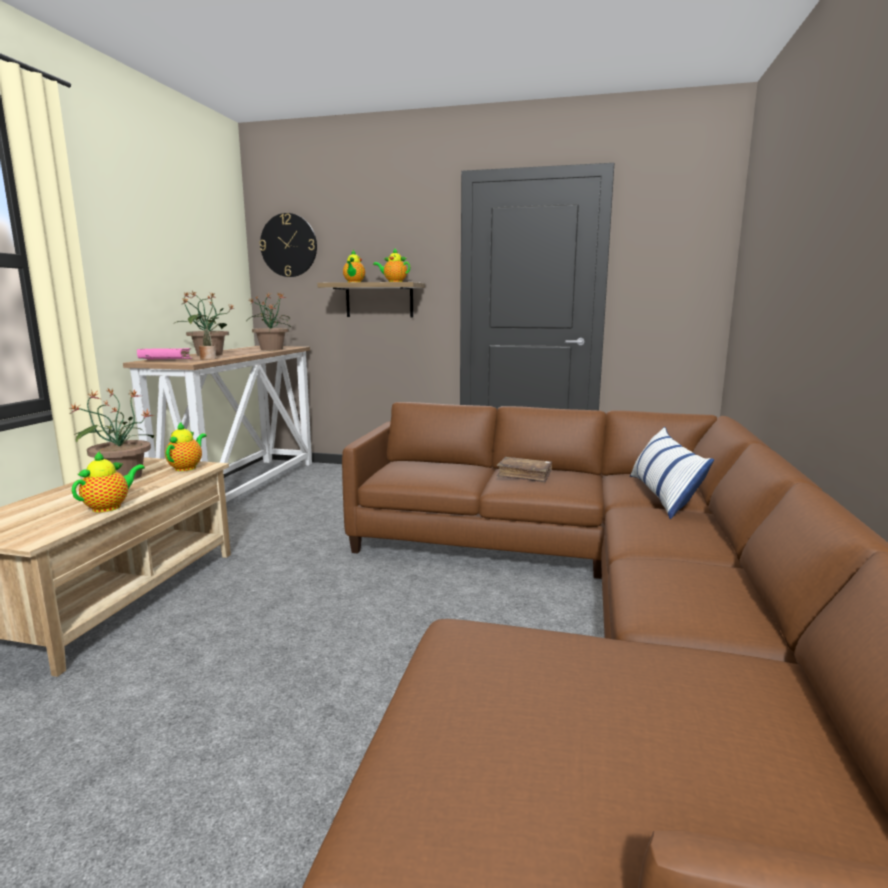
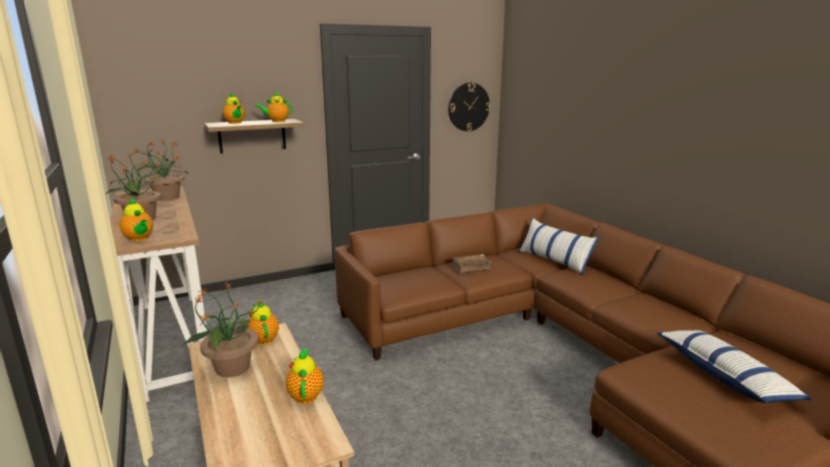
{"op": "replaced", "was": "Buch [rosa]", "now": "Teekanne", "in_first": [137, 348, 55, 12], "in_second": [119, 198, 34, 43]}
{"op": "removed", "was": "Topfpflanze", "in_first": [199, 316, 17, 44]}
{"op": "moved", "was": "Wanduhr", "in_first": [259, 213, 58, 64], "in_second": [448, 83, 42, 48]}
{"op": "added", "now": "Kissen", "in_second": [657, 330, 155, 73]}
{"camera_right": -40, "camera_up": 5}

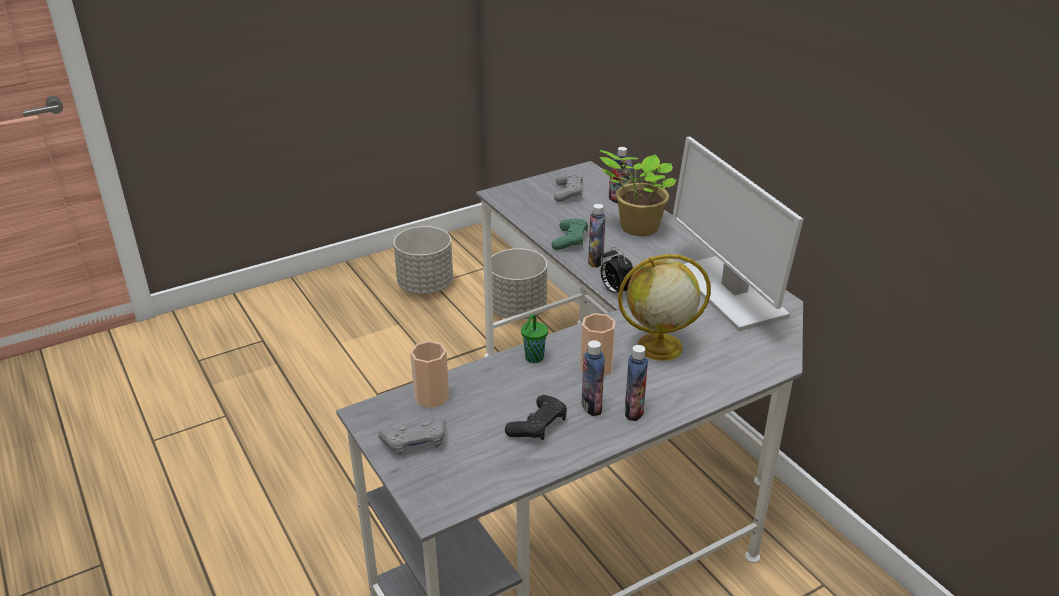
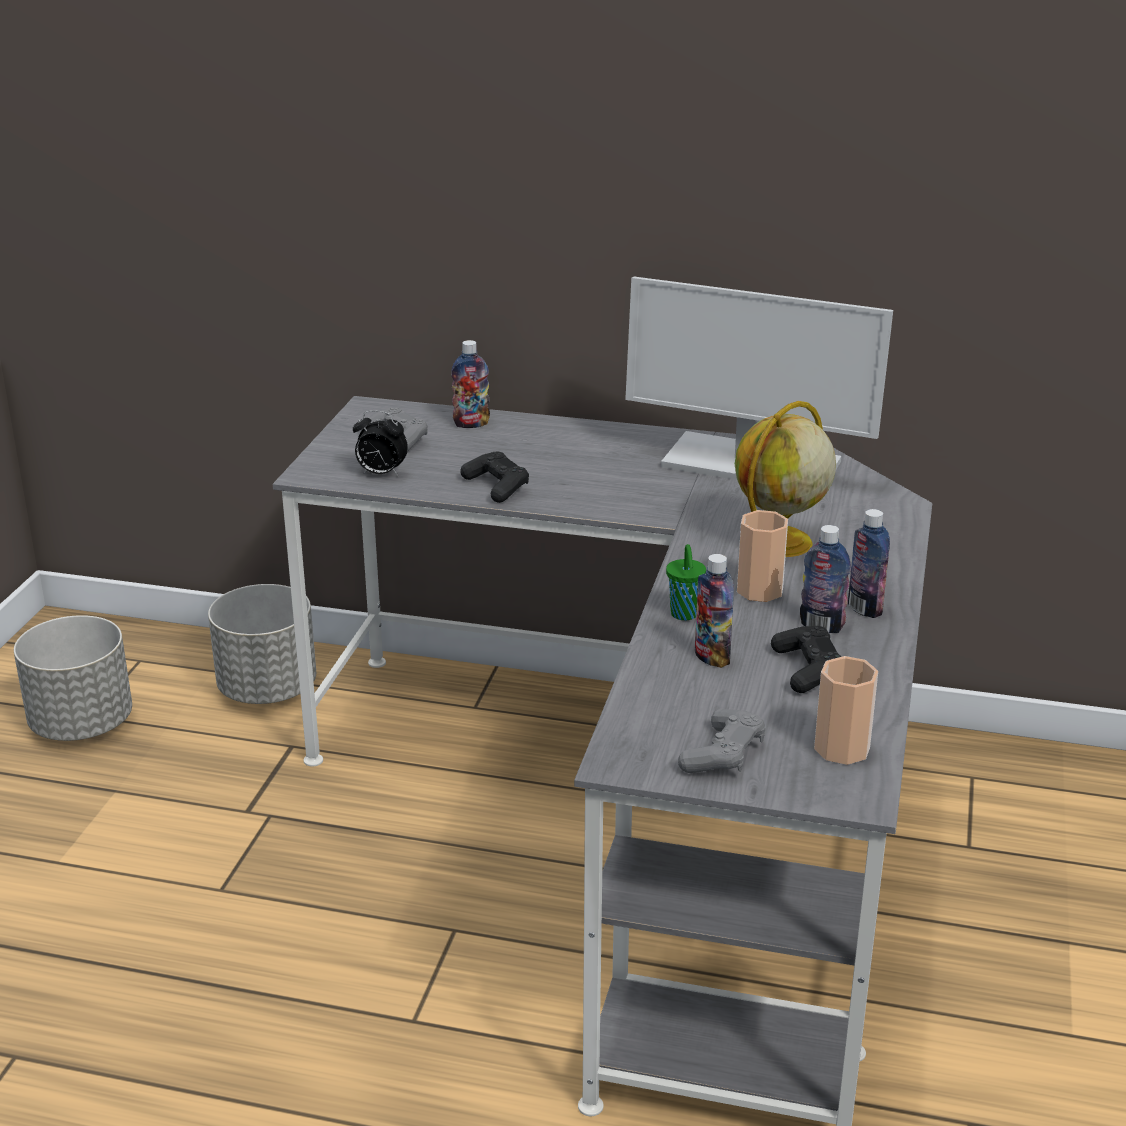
{"op": "moved", "was": "Tasse", "in_first": [410, 341, 39, 67], "in_second": [814, 656, 64, 109]}
{"op": "recoloured", "was": "Gamepad [grün]", "now": "Gamepad [schwarz]", "in_first": [551, 219, 37, 31], "in_second": [460, 452, 69, 51]}
{"op": "moved", "was": "Flasche", "in_first": [588, 204, 18, 64], "in_second": [695, 554, 39, 114]}
{"op": "removed", "was": "Topfpflanze", "in_first": [599, 150, 77, 86]}
{"op": "moved", "was": "Wecker", "in_first": [601, 247, 33, 51], "in_second": [353, 410, 55, 66]}
{"camera_right": -45, "camera_up": -5}

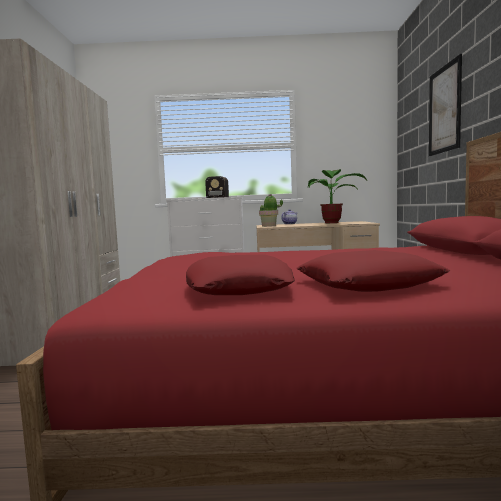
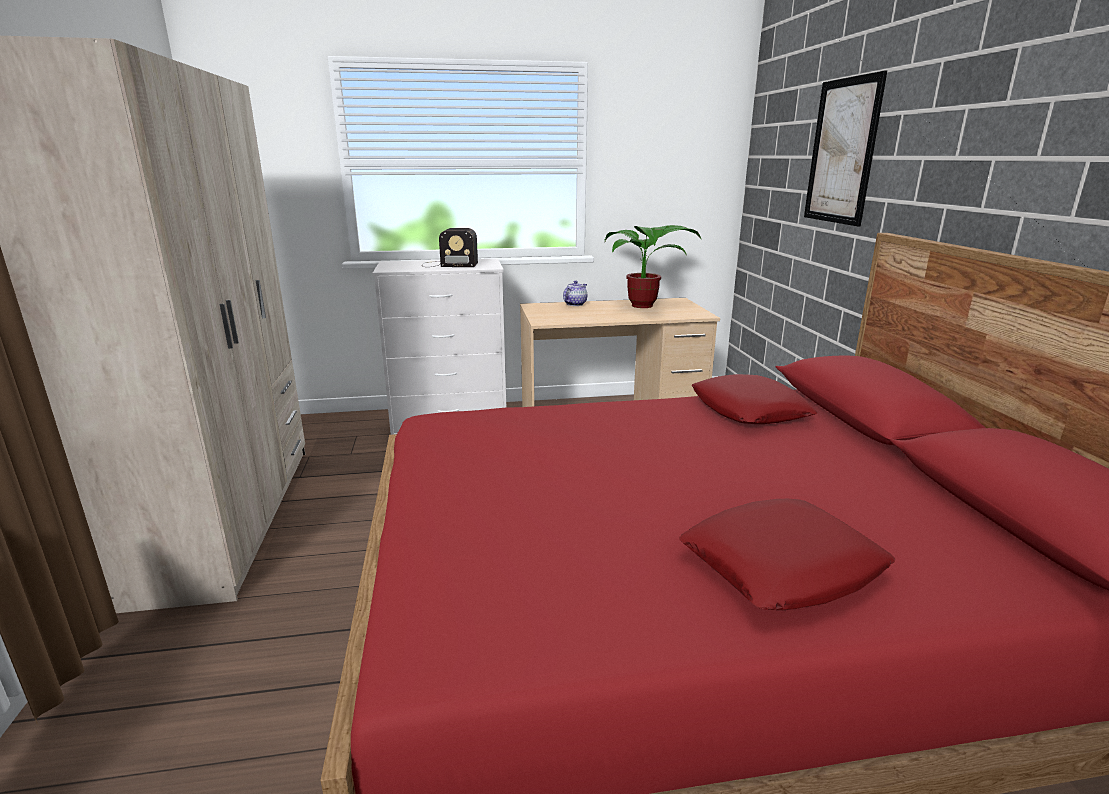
{"op": "moved", "was": "Kissen [rot]", "in_first": [186, 255, 109, 40], "in_second": [692, 374, 125, 50]}
{"op": "removed", "was": "Topfpflanze", "in_first": [259, 194, 24, 33]}
{"camera_right": -10, "camera_up": 15}

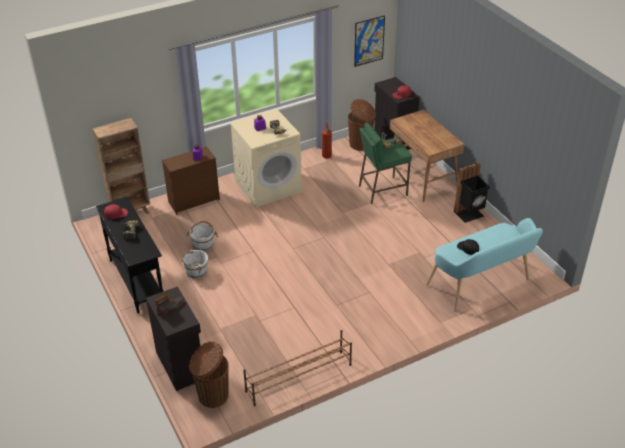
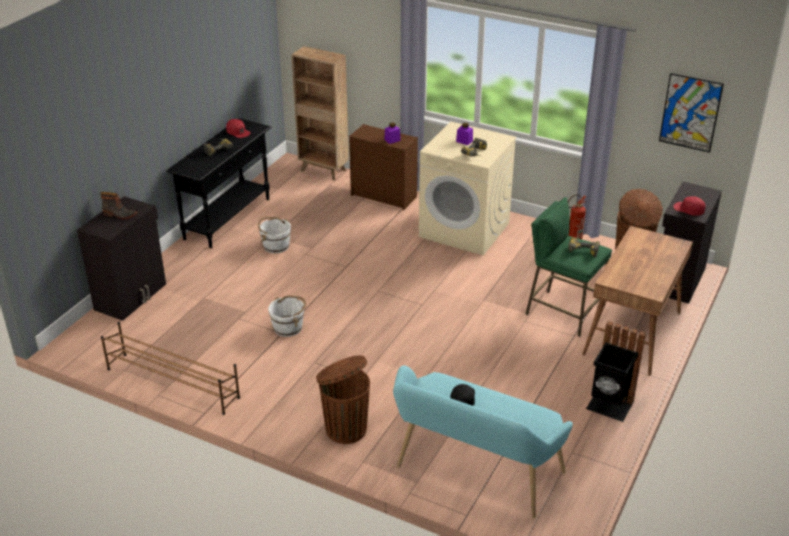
{"op": "moved", "was": "Eimer [weiß]", "in_first": [187, 221, 31, 30], "in_second": [268, 296, 38, 41]}
{"op": "moved", "was": "Mülleimer [braun]", "in_first": [189, 341, 40, 67], "in_second": [316, 355, 54, 89]}
{"camera_right": 55, "camera_up": -5}

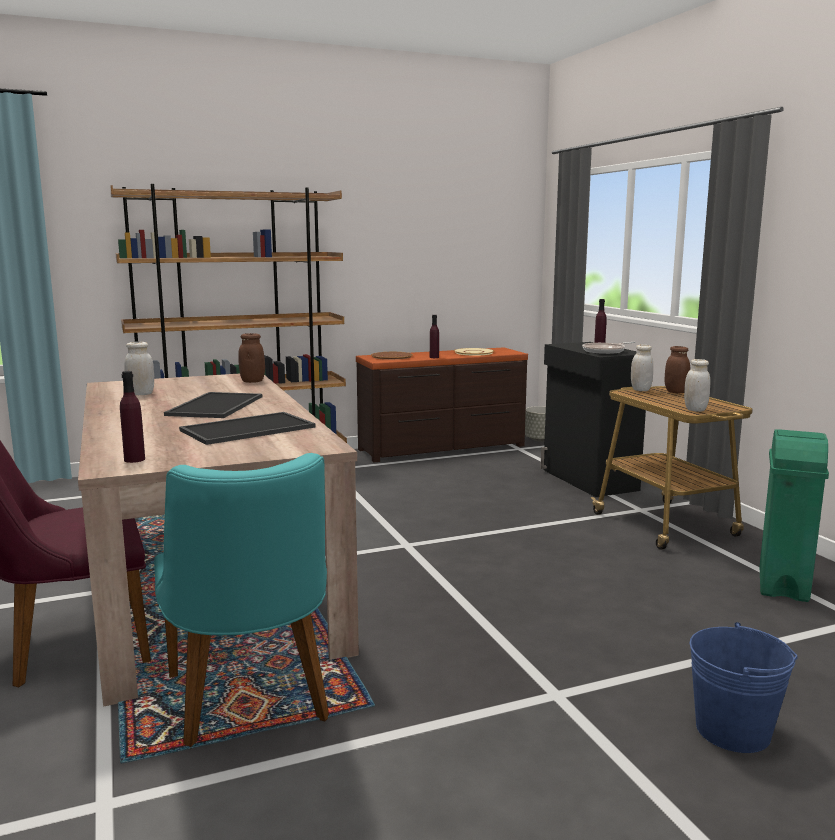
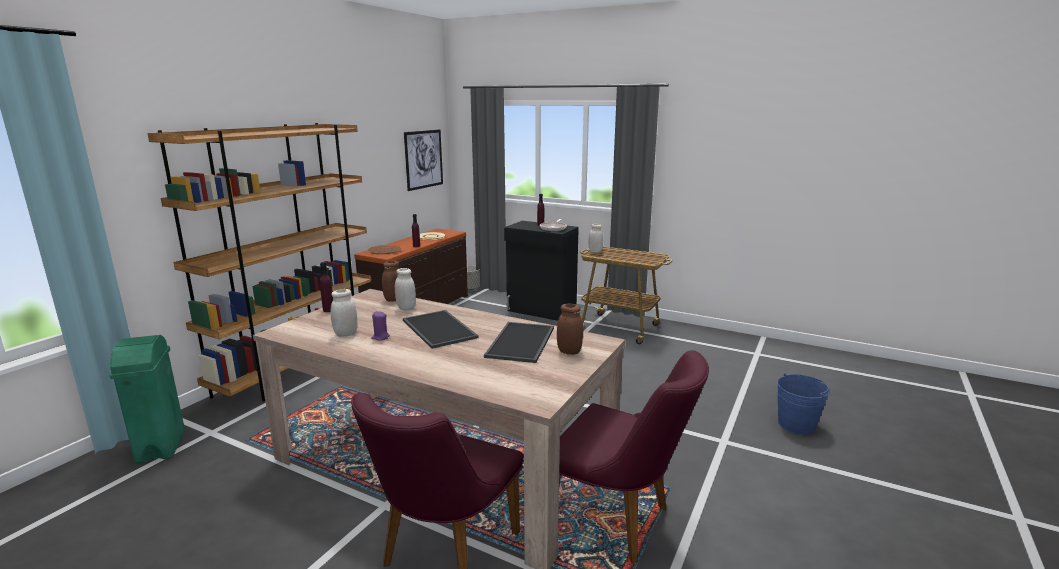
{"op": "moved", "was": "Flasche [lila]", "in_first": [120, 371, 25, 92], "in_second": [320, 262, 13, 50]}
{"op": "recoloured", "was": "Stuhl [türkis]", "now": "Stuhl [lila]", "in_first": [154, 453, 175, 294], "in_second": [559, 351, 150, 212]}
{"op": "moved", "was": "Vorratsglas [braun]", "in_first": [665, 346, 25, 47], "in_second": [557, 303, 26, 52]}
{"op": "moved", "was": "Vorratsglas [weiß]", "in_first": [684, 359, 26, 53], "in_second": [395, 268, 21, 43]}
{"op": "moved", "was": "Mülleimer [grün]", "in_first": [759, 429, 70, 173], "in_second": [109, 335, 76, 129]}
{"op": "added", "now": "Kerze [lila]", "in_second": [371, 311, 19, 29]}
{"op": "added", "now": "Bild", "in_second": [404, 129, 39, 62]}
{"camera_right": -40, "camera_up": 5}

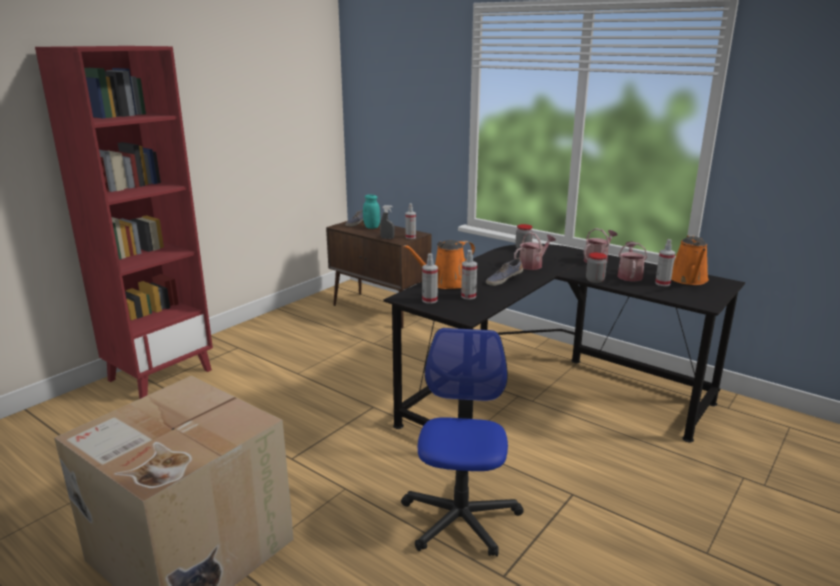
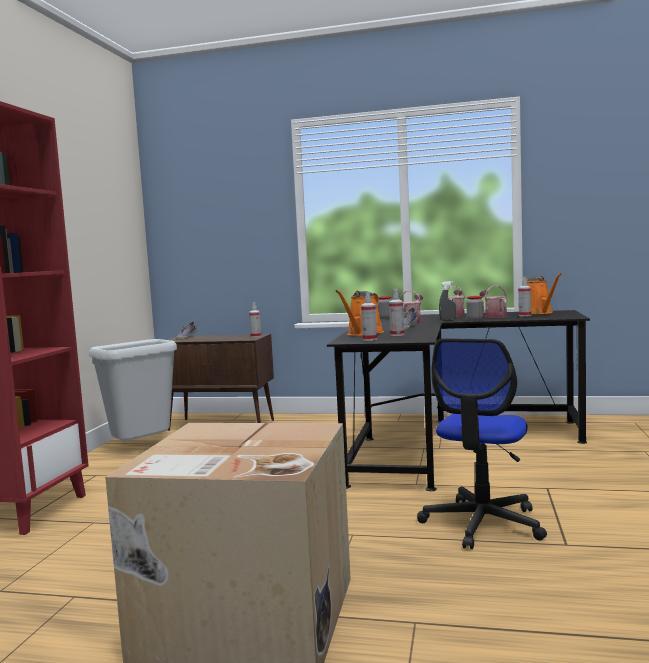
{"op": "removed", "was": "Vorratsglas [türkis]", "in_first": [363, 194, 17, 35]}
{"op": "moved", "was": "Sprühflasche [grau]", "in_first": [380, 205, 15, 34], "in_second": [439, 281, 17, 40]}
{"op": "turned", "was": "Bürostuhl", "in_first": [401, 328, 123, 229], "in_second": [417, 338, 130, 211], "clockwise": -135}
{"op": "added", "now": "Mülleimer [grau]", "in_second": [89, 339, 88, 102]}
{"camera_right": -25, "camera_up": -15}

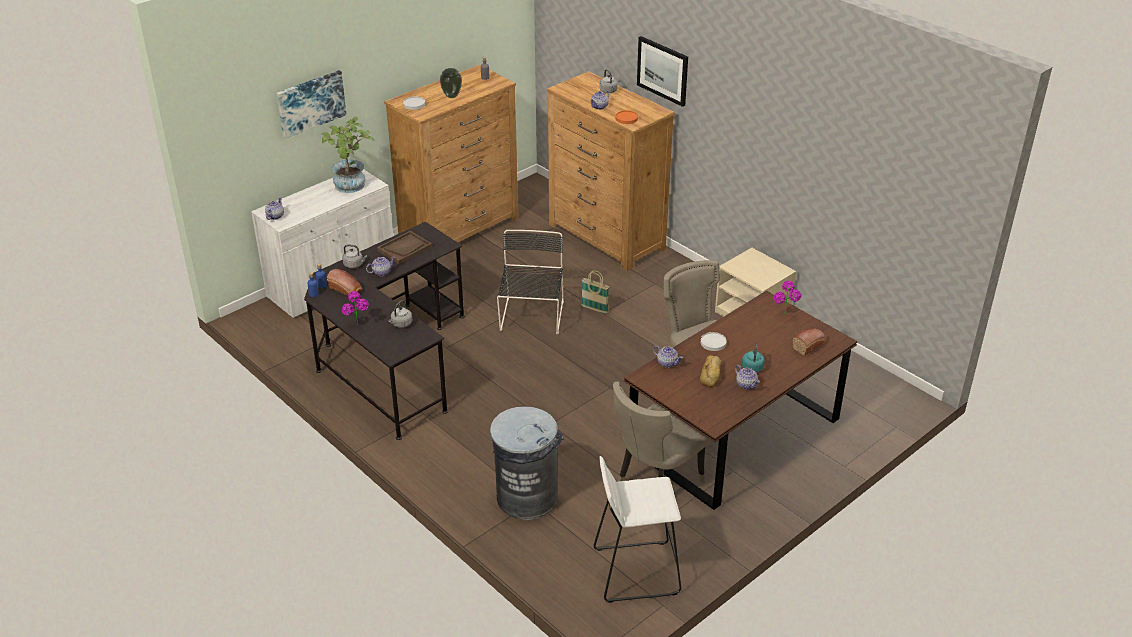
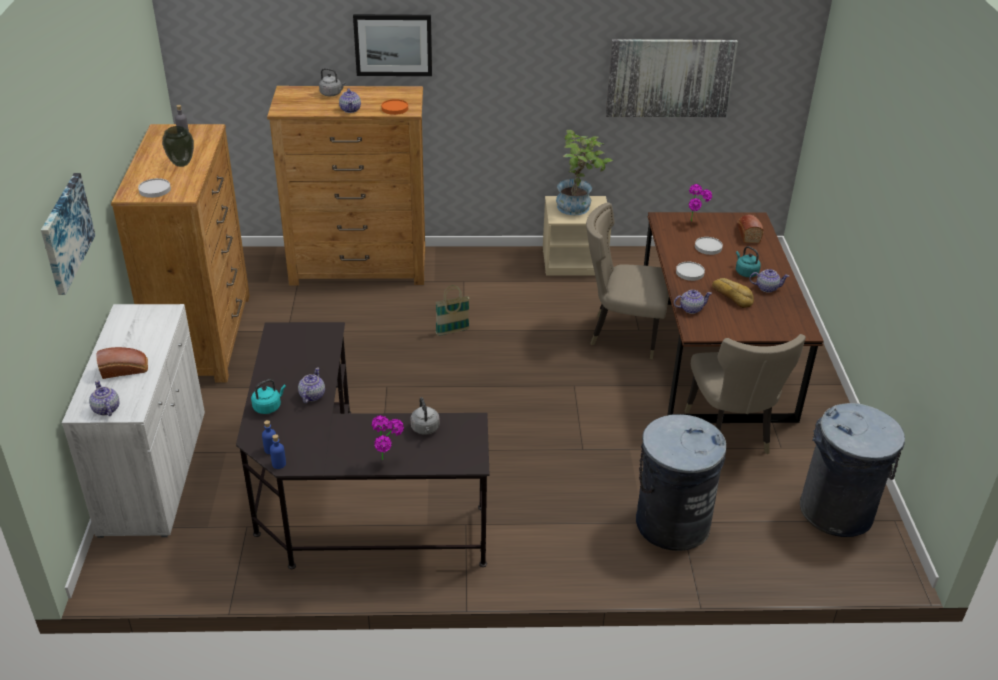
{"op": "moved", "was": "Topfpflanze", "in_first": [321, 116, 54, 77], "in_second": [556, 130, 57, 85]}
{"op": "moved", "was": "Brot", "in_first": [327, 269, 35, 27], "in_second": [96, 347, 52, 32]}
{"op": "recoloured", "was": "Wasserkessel [grau]", "now": "Wasserkessel [türkis]", "in_first": [342, 245, 25, 23], "in_second": [251, 379, 35, 35]}
{"op": "removed", "was": "Tablett [braun]", "in_first": [377, 231, 55, 33]}
{"op": "removed", "was": "Stuhl [schwarz]", "in_first": [497, 230, 67, 104]}
{"op": "replaced", "was": "Hocker [weiß]", "now": "Mülleimer [grau]", "in_first": [594, 456, 87, 147], "in_second": [800, 403, 105, 134]}
{"op": "added", "now": "Bild", "in_second": [606, 39, 132, 78]}
{"op": "added", "now": "Teller [weiß]", "in_second": [695, 237, 28, 18]}
{"camera_right": -50, "camera_up": 0}

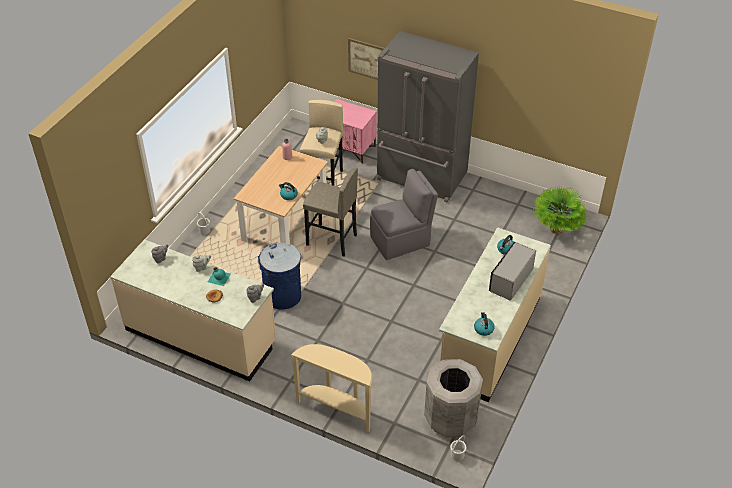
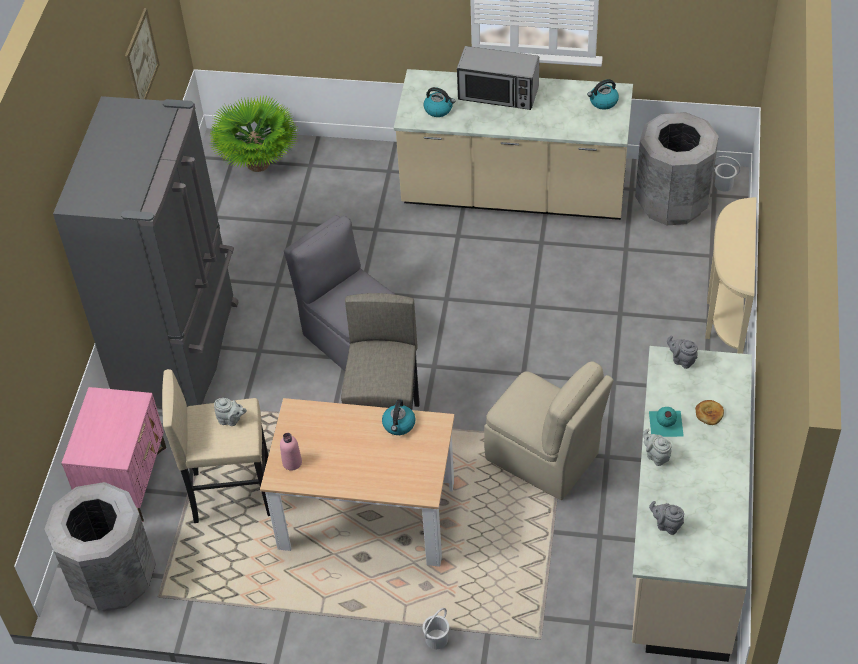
{"op": "replaced", "was": "Mülleimer [blau]", "now": "Stuhl [beige]", "in_first": [258, 243, 43, 66], "in_second": [484, 361, 130, 139]}
{"op": "moved", "was": "Bild", "in_first": [348, 38, 36, 42], "in_second": [125, 8, 35, 91]}
{"op": "added", "now": "Mülleimer [grau]", "in_second": [45, 482, 111, 129]}
{"camera_right": -105, "camera_up": 5}

